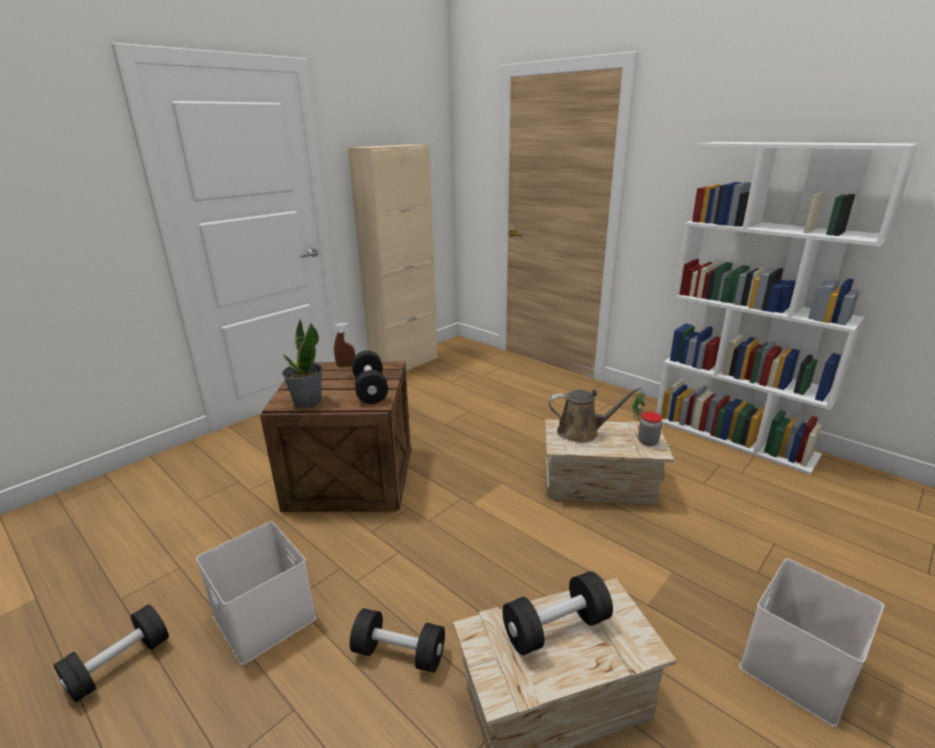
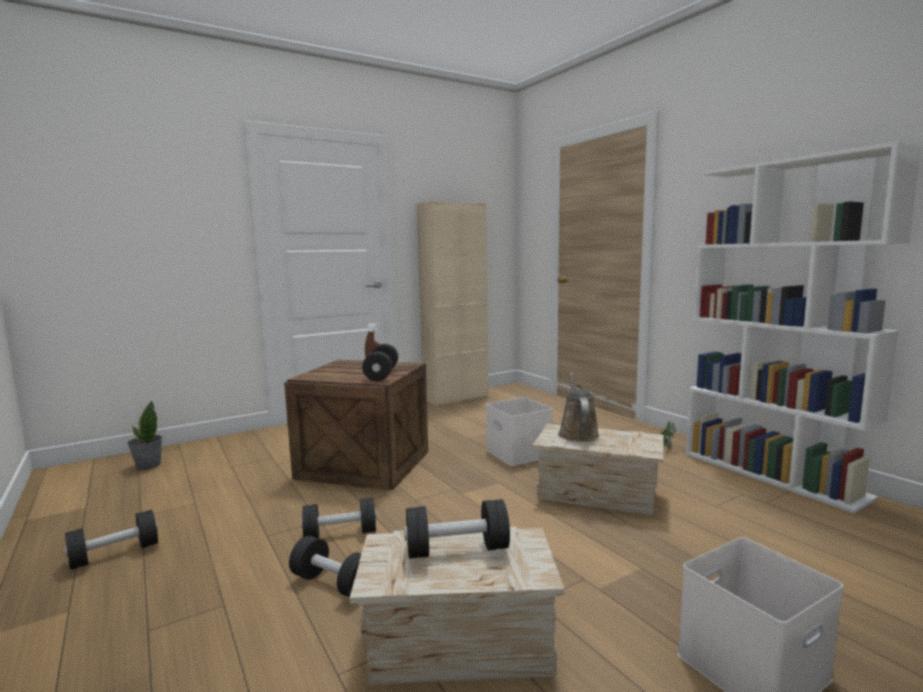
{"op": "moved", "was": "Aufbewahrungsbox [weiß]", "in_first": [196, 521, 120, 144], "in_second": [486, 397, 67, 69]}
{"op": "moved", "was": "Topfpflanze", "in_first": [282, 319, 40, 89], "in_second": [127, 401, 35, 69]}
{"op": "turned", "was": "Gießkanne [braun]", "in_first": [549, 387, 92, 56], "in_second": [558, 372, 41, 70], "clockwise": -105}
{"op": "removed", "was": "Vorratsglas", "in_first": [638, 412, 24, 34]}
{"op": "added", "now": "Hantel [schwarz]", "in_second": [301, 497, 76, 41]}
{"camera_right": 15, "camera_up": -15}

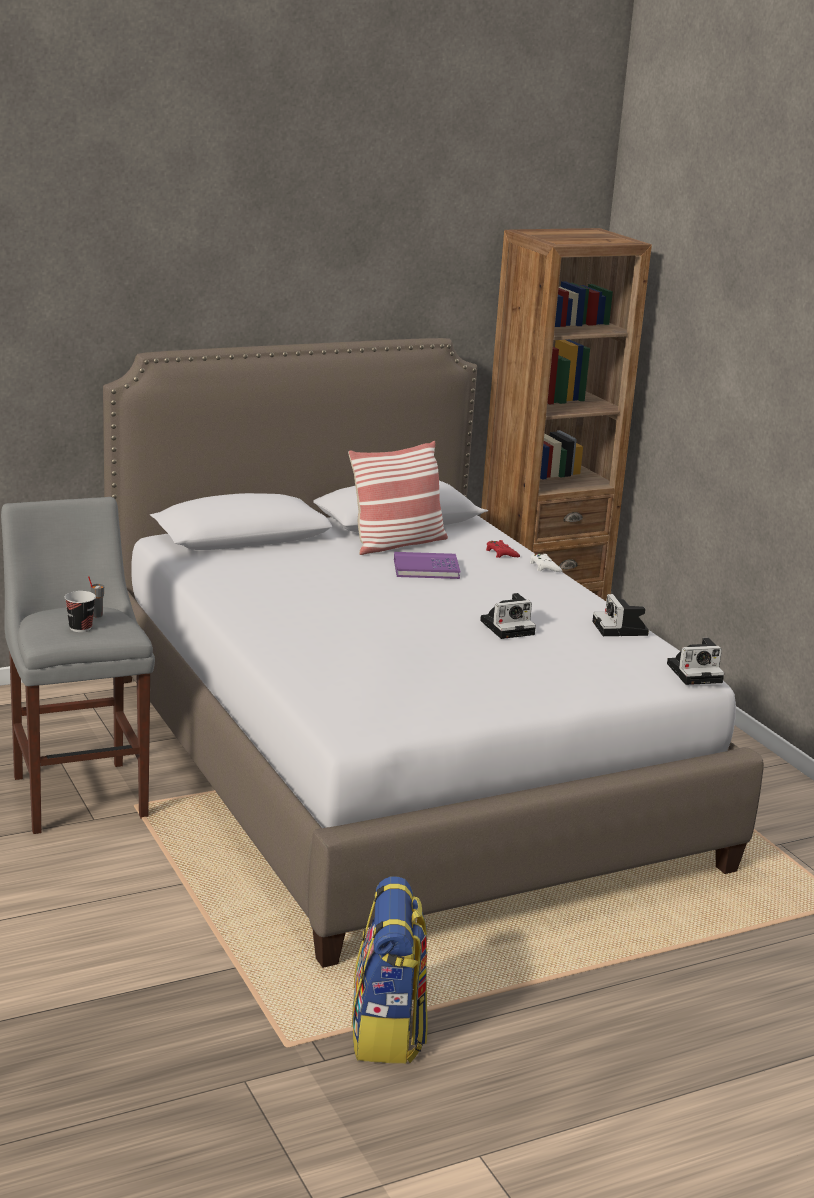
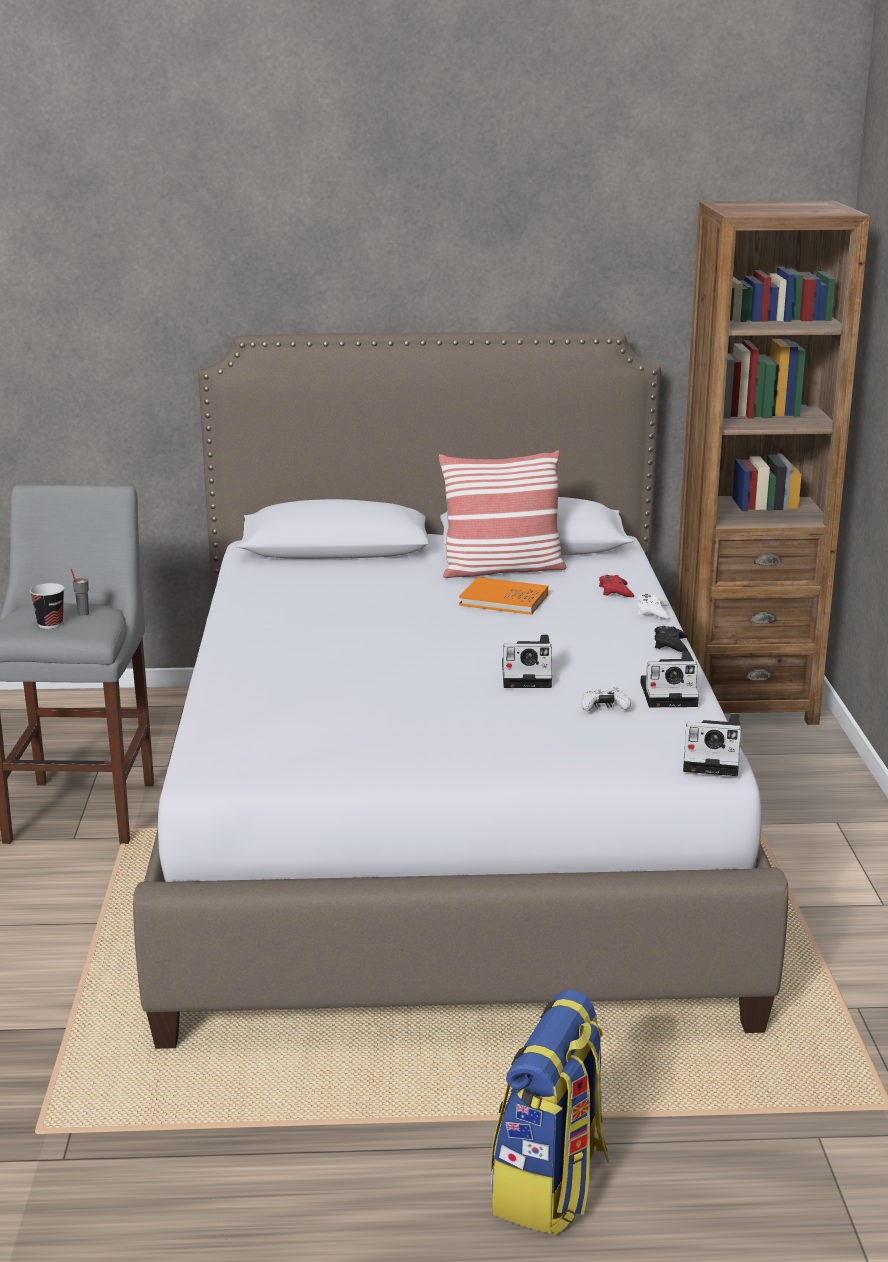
{"op": "moved", "was": "Rucksack", "in_first": [352, 876, 76, 187], "in_second": [491, 990, 118, 245]}
{"op": "recoloured", "was": "Buch [lila]", "now": "Buch [orange]", "in_first": [394, 552, 66, 27], "in_second": [459, 577, 89, 38]}
{"op": "turned", "was": "Kamera", "in_first": [592, 594, 57, 42], "in_second": [640, 652, 59, 56], "clockwise": -105}
{"op": "added", "now": "Gamepad [weiß]", "in_second": [581, 688, 50, 23]}
{"op": "added", "now": "Gamepad [schwarz]", "in_second": [654, 626, 34, 26]}
{"camera_right": 25, "camera_up": 0}

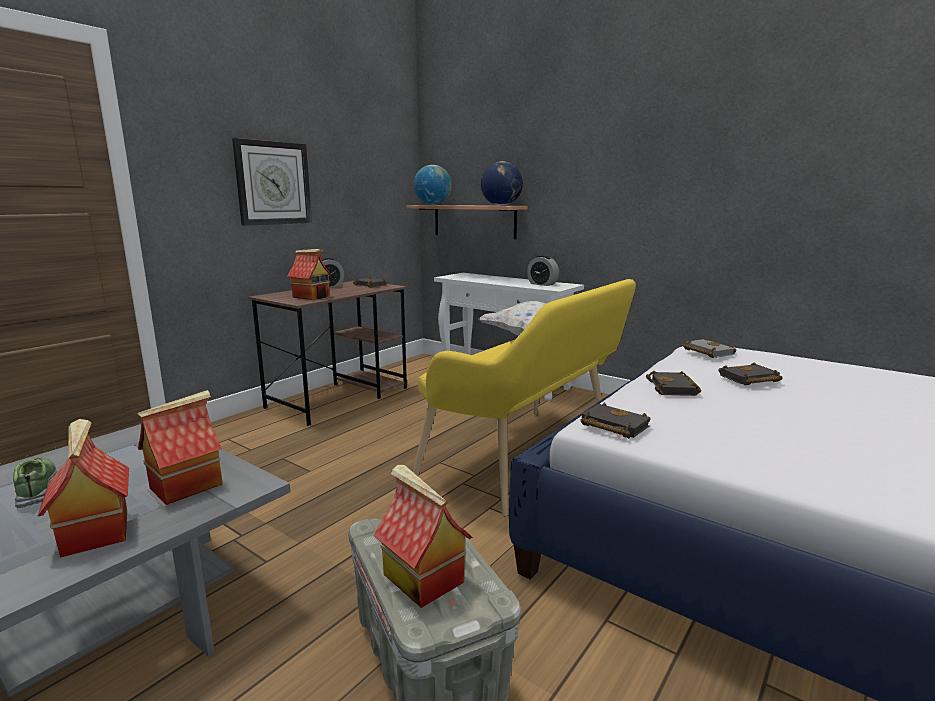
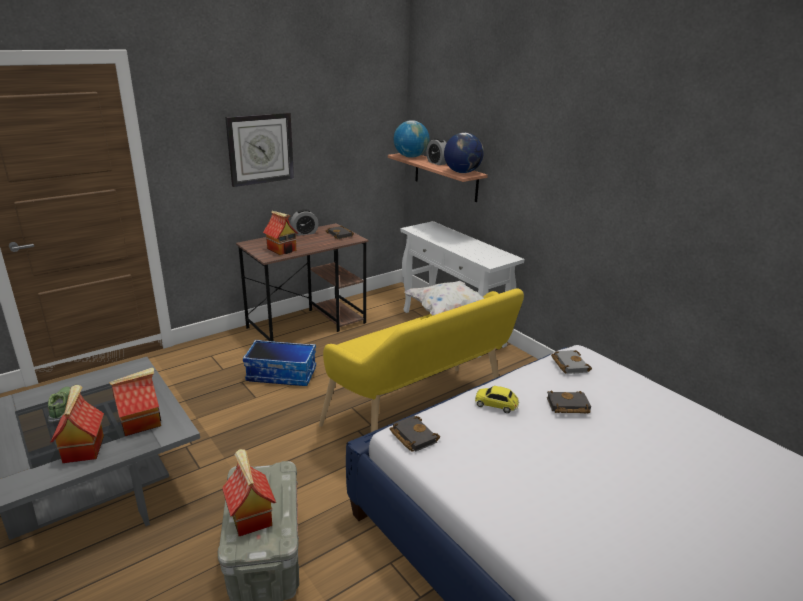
{"op": "moved", "was": "Wecker", "in_first": [527, 255, 32, 31], "in_second": [426, 138, 21, 27]}
{"op": "replaced", "was": "Buch [schwarz]", "now": "Spielzeugauto", "in_first": [646, 371, 55, 25], "in_second": [475, 386, 44, 27]}
{"op": "added", "now": "Aufbewahrungsbox", "in_second": [243, 340, 73, 46]}
{"camera_right": 15, "camera_up": 10}

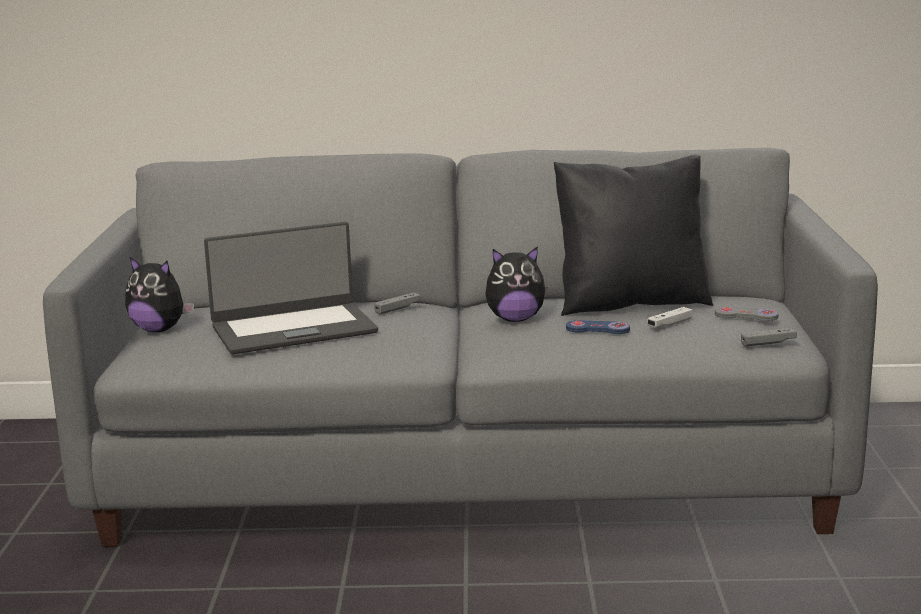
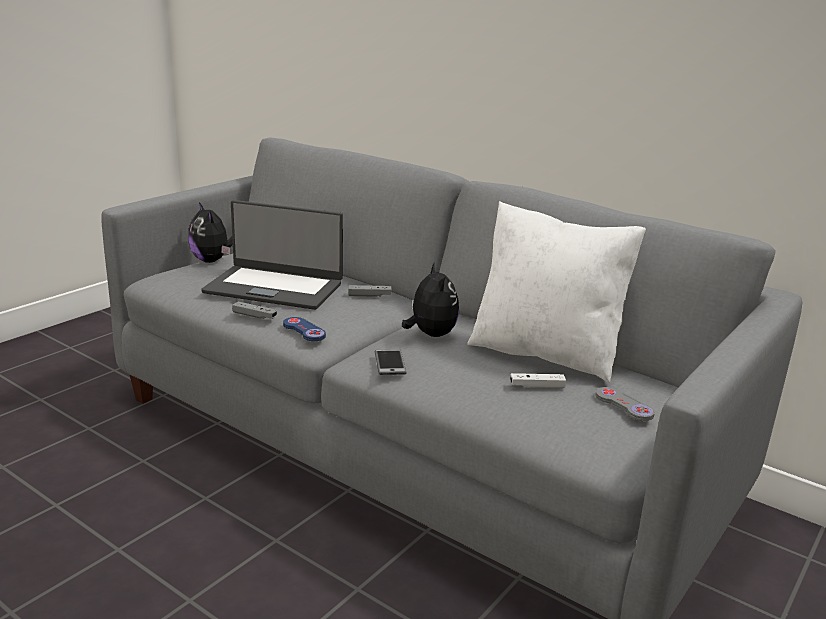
{"op": "turned", "was": "Plüschtier", "in_first": [485, 246, 62, 76], "in_second": [402, 263, 57, 74], "clockwise": -135}
{"op": "recoloured", "was": "Kissen [schwarz]", "now": "Kissen [weiß]", "in_first": [554, 155, 159, 161], "in_second": [467, 201, 179, 182]}
{"op": "moved", "was": "Gamepad [blau]", "in_first": [566, 320, 64, 14], "in_second": [283, 317, 43, 24]}
{"op": "moved", "was": "Gamepad [grau]", "in_first": [741, 328, 56, 19], "in_second": [232, 302, 45, 17]}
{"op": "added", "now": "Handy", "in_second": [375, 349, 32, 26]}
{"camera_right": 35, "camera_up": 5}

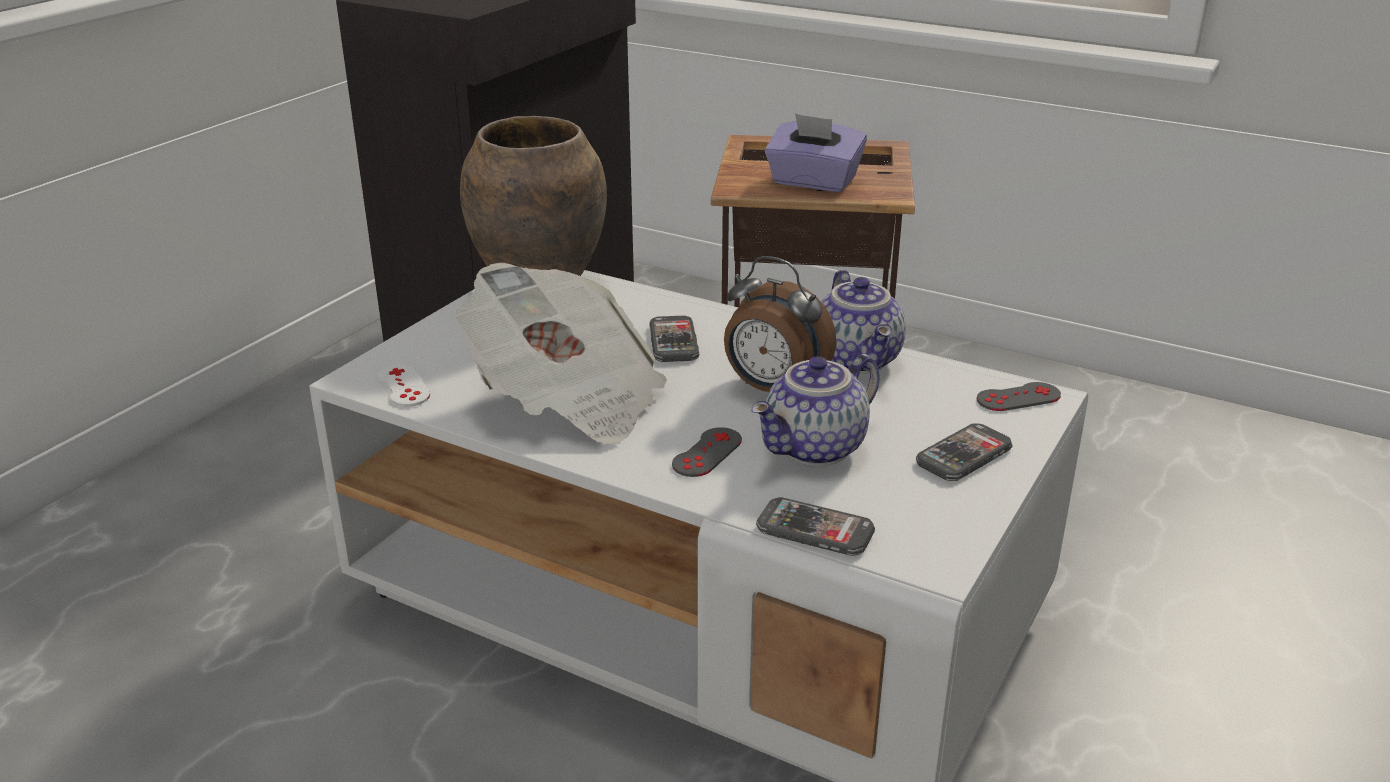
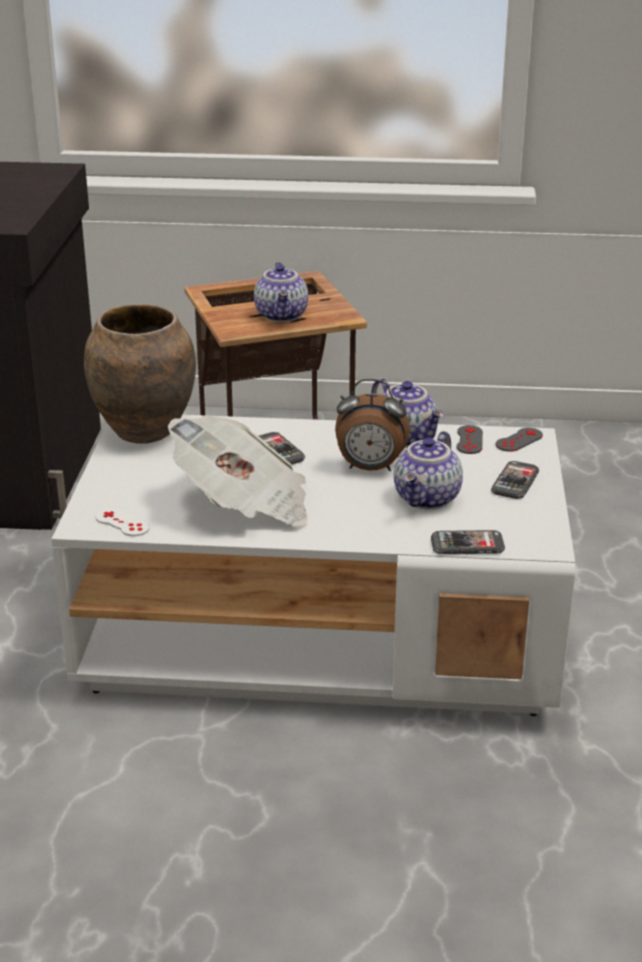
{"op": "moved", "was": "Gamepad [grau]", "in_first": [672, 427, 70, 50], "in_second": [456, 425, 27, 29]}
{"op": "replaced", "was": "Taschentuchbox [lila]", "now": "Teekanne", "in_first": [765, 113, 102, 79], "in_second": [254, 262, 54, 60]}
{"camera_right": -25, "camera_up": 0}

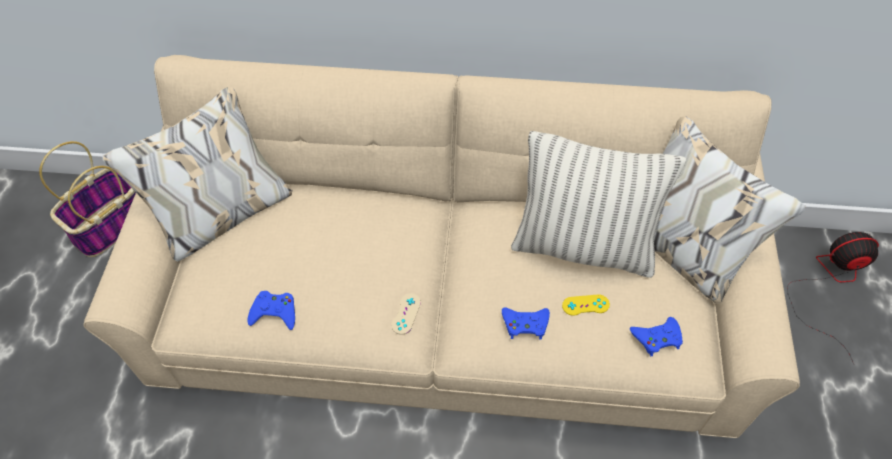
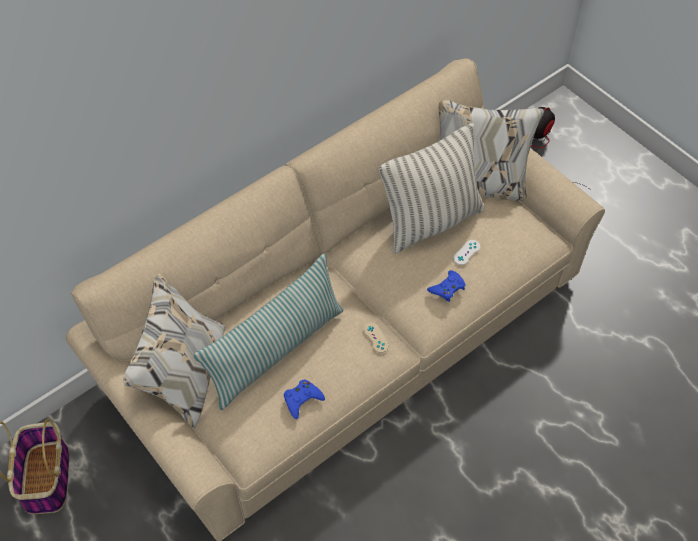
{"op": "recoloured", "was": "Gamepad [gelb]", "now": "Gamepad [weiß]", "in_first": [562, 295, 48, 21], "in_second": [453, 240, 27, 25]}
{"op": "removed", "was": "Gamepad [blau]", "in_first": [630, 317, 53, 39]}
{"op": "added", "now": "Kissen", "in_second": [194, 253, 149, 157]}
{"camera_right": -45, "camera_up": 0}

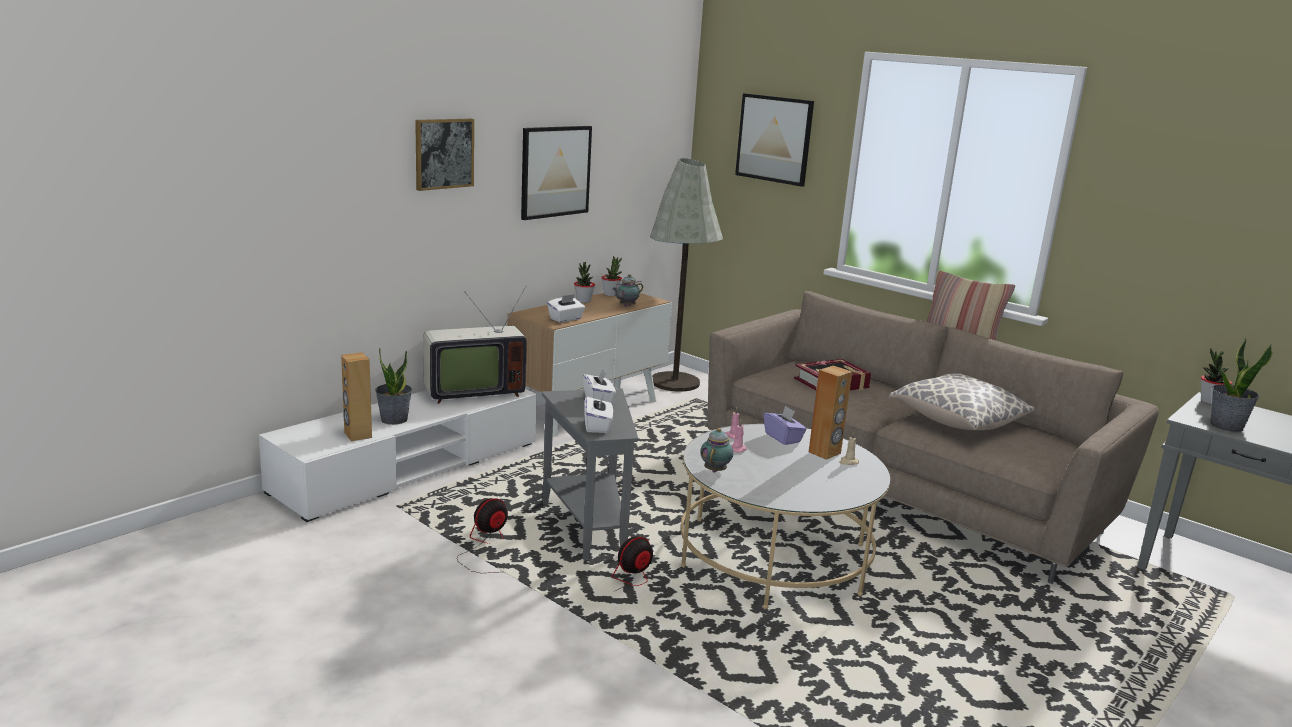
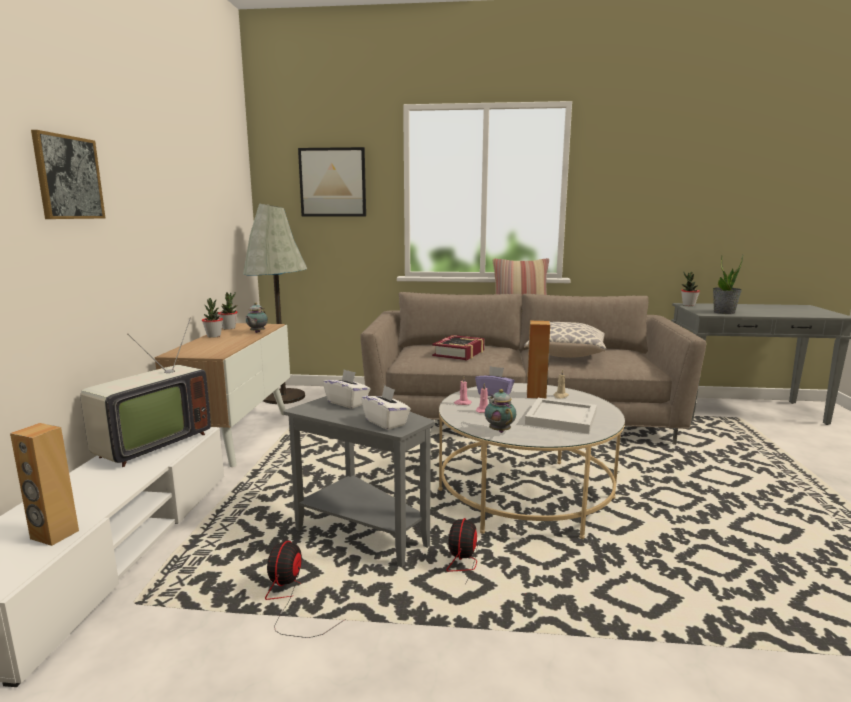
{"op": "removed", "was": "Topfpflanze", "in_first": [375, 348, 37, 77]}
{"op": "removed", "was": "Bild", "in_first": [521, 126, 71, 94]}
{"op": "removed", "was": "Taschentuchbox [weiß]", "in_first": [547, 294, 38, 28]}
{"op": "added", "now": "Tablett [weiß]", "in_second": [525, 398, 72, 36]}
{"camera_right": -35, "camera_up": -5}

